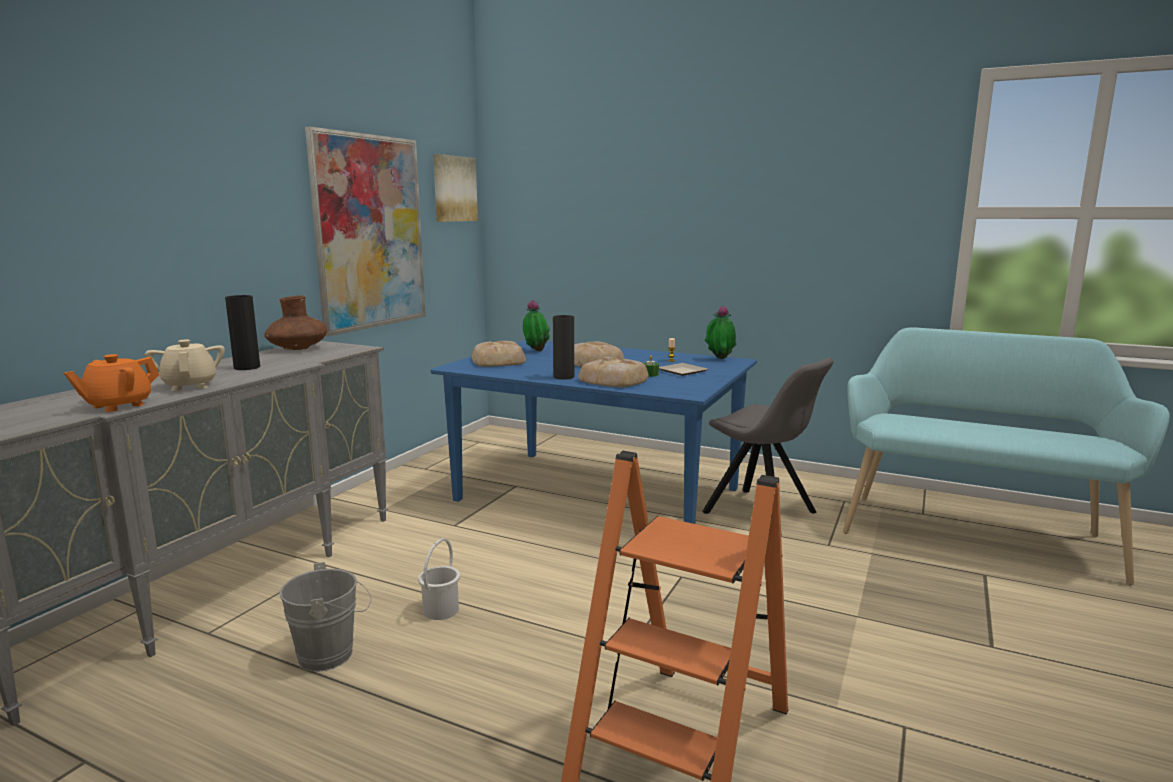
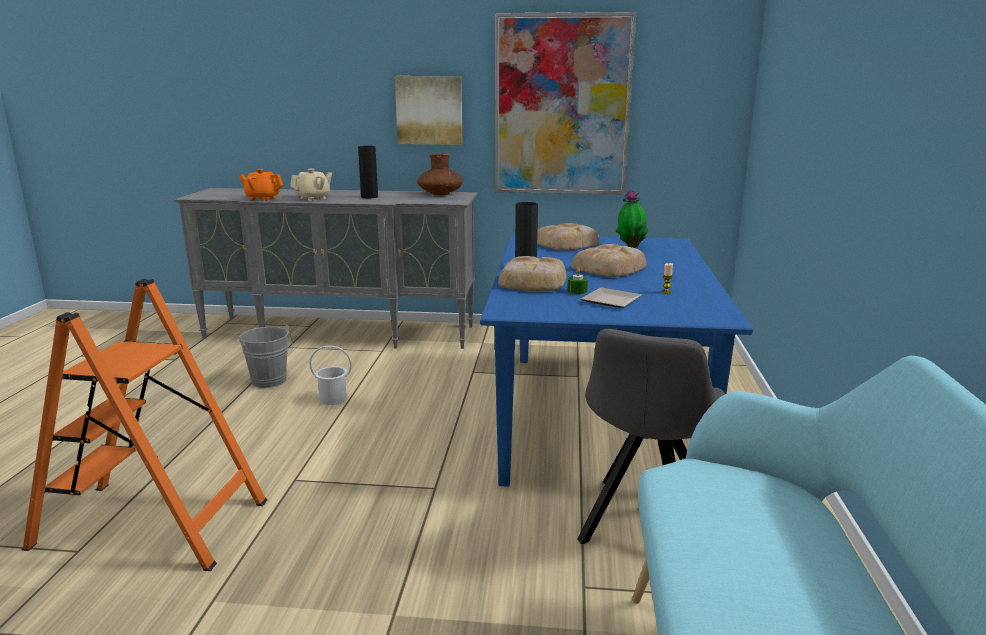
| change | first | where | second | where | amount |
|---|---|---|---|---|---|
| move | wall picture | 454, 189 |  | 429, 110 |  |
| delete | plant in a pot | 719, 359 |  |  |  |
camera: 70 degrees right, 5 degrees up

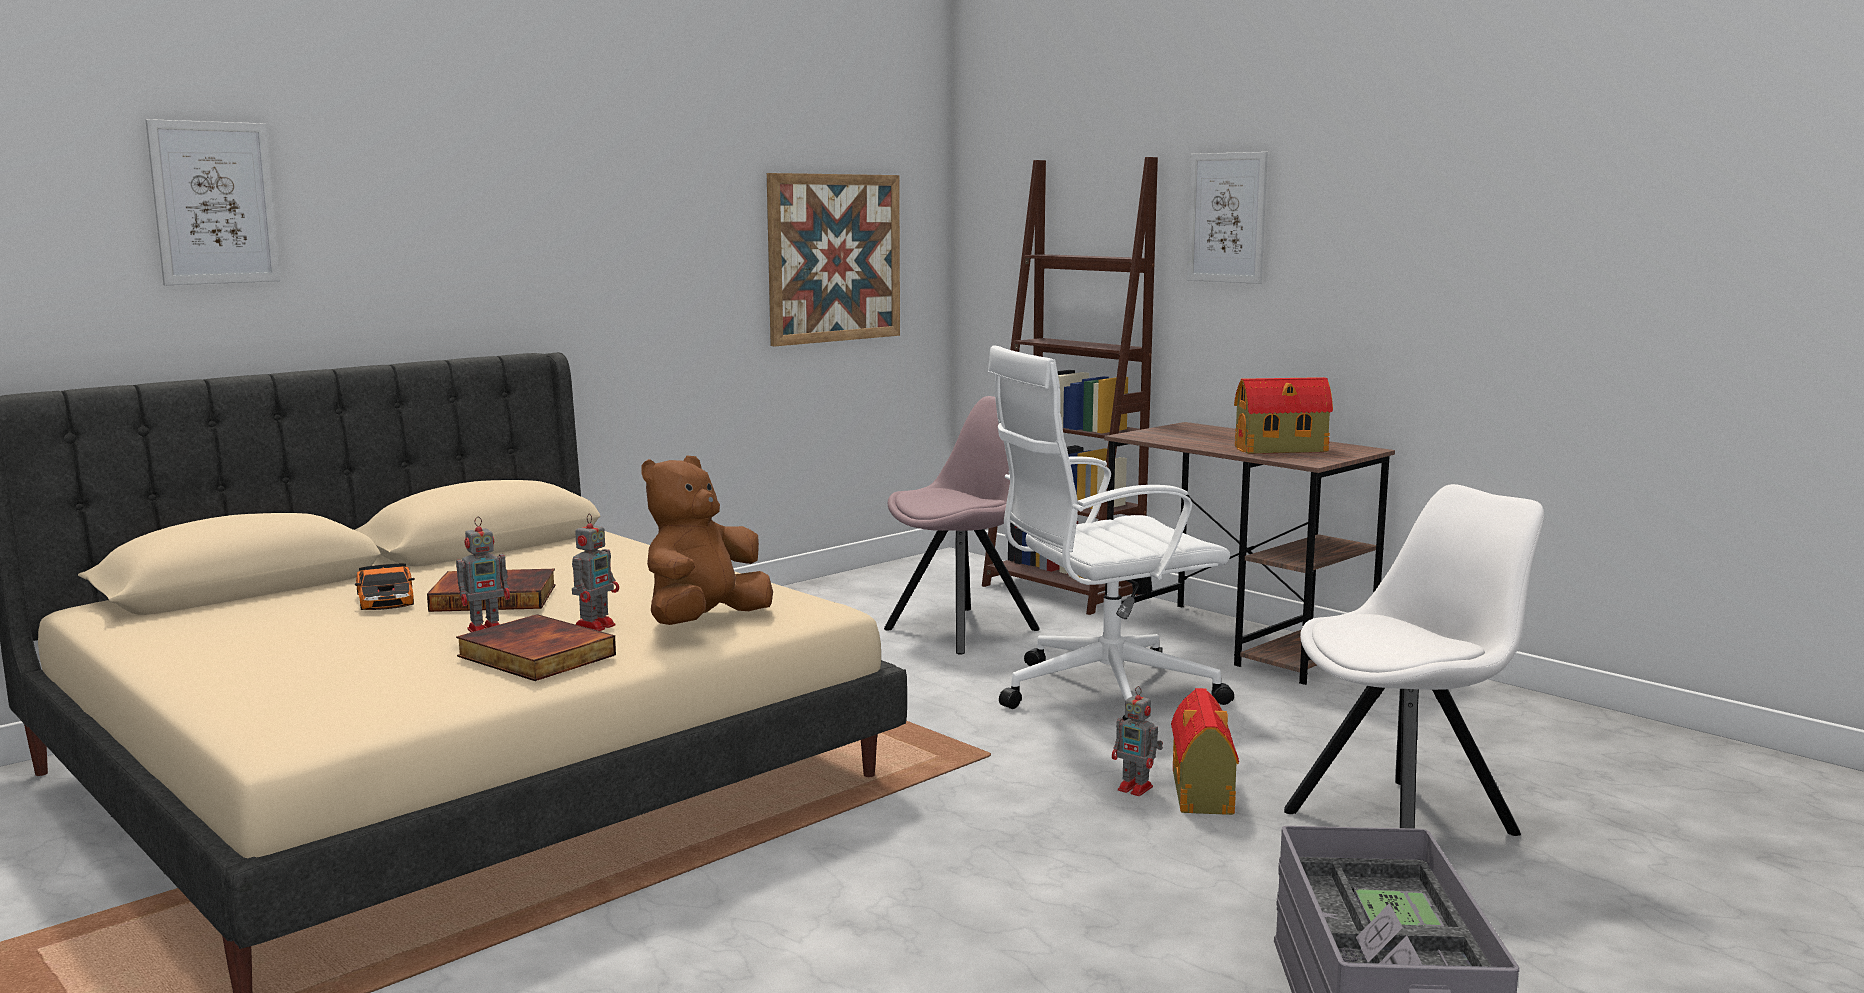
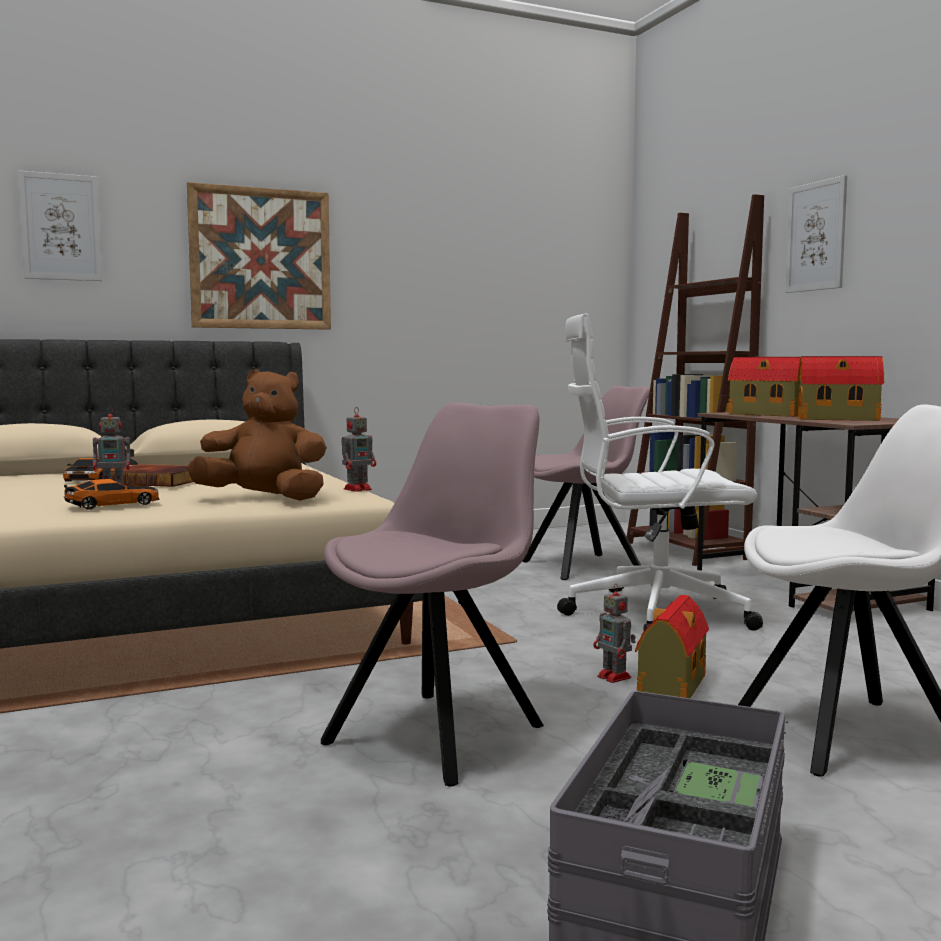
| change | first | where | second | where | amount |
|---|---|---|---|---|---|
| replace | book | 533, 656 | miniature car | 112, 504 |  |
| move | wall picture | 834, 258 |  | 260, 259 |  |
| rotate | brown-coloured soft toy | 704, 622 |  | 264, 499 | 45 degrees clockwise |
| insert |  |  | pinkish plain chair | 437, 734 |  |
| move | model robot | 596, 625 |  | 358, 489 |  |
| insert |  |  | miniature house | 764, 414 |  |
camera: 20 degrees right, 5 degrees down

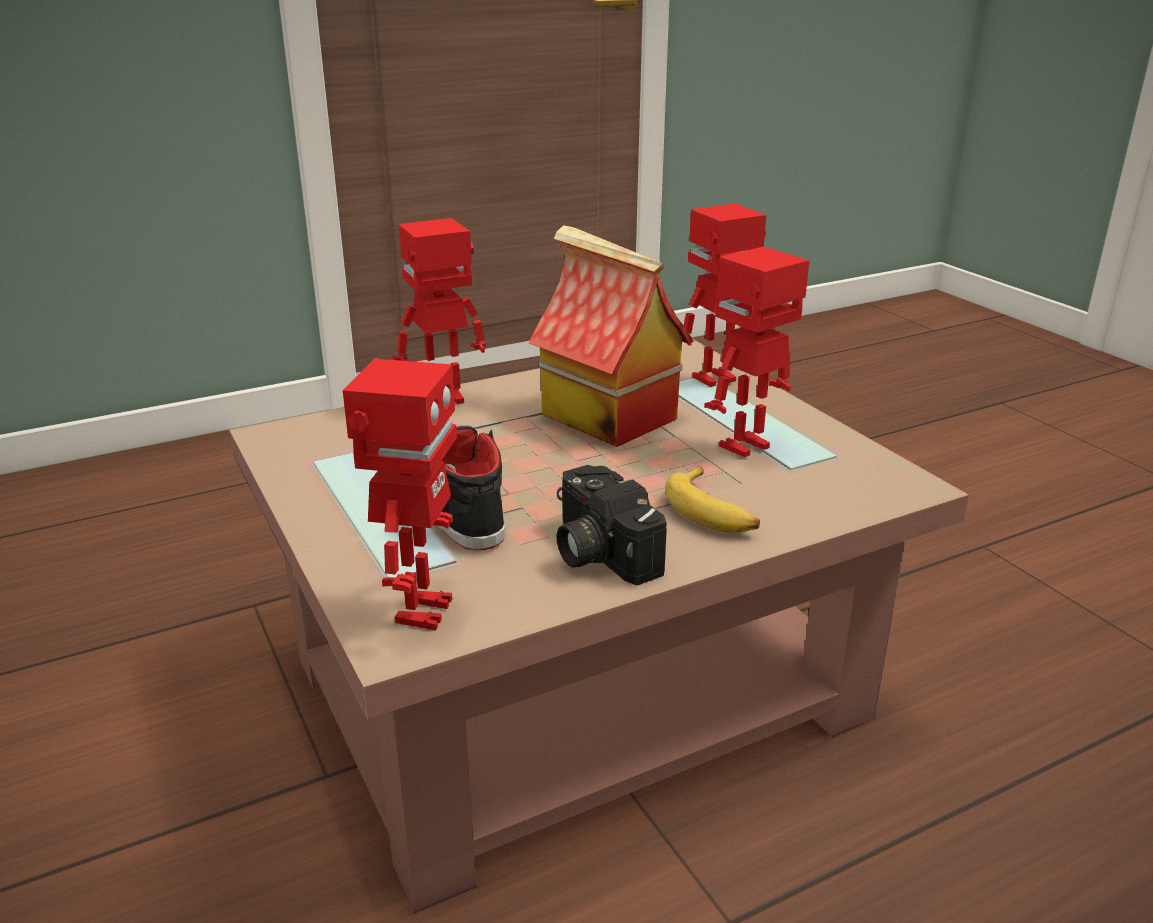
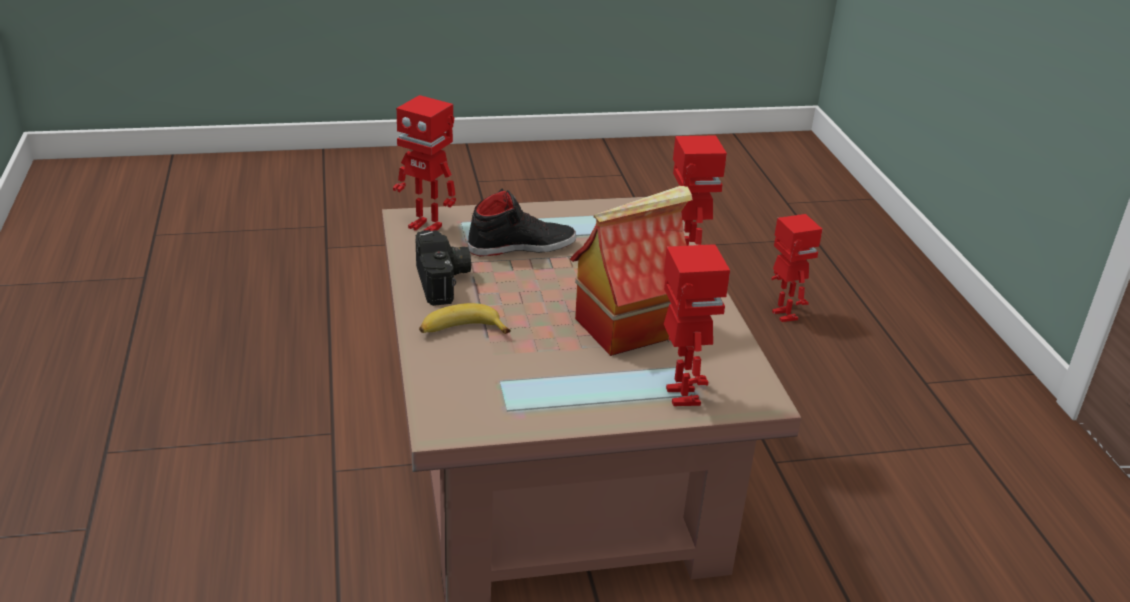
| change | first | where | second | where | amount |
|---|---|---|---|---|---|
| rotate | still camera | 596, 552 |  | 444, 281 | 90 degrees clockwise |
| move | model robot | 747, 447 |  | 783, 315 |  |
camera: 105 degrees right, 5 degrees up

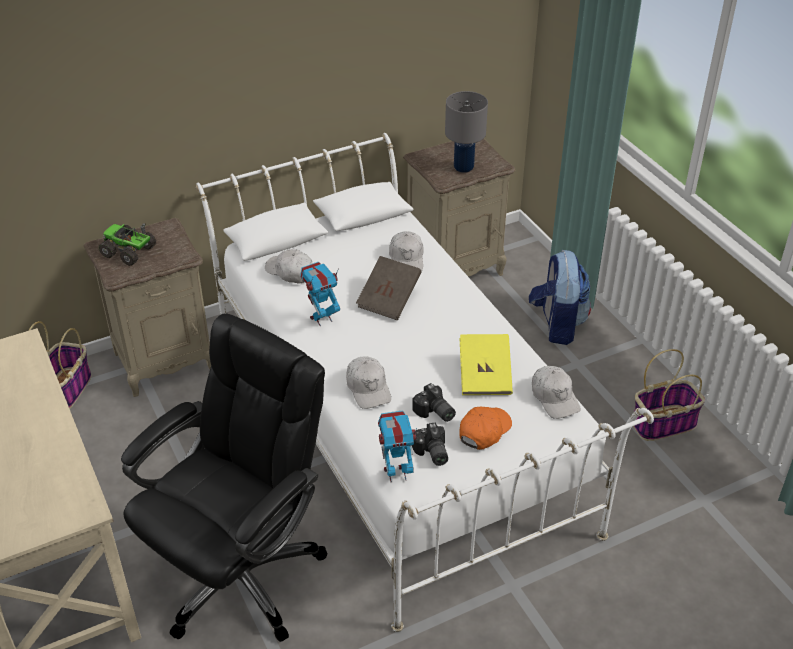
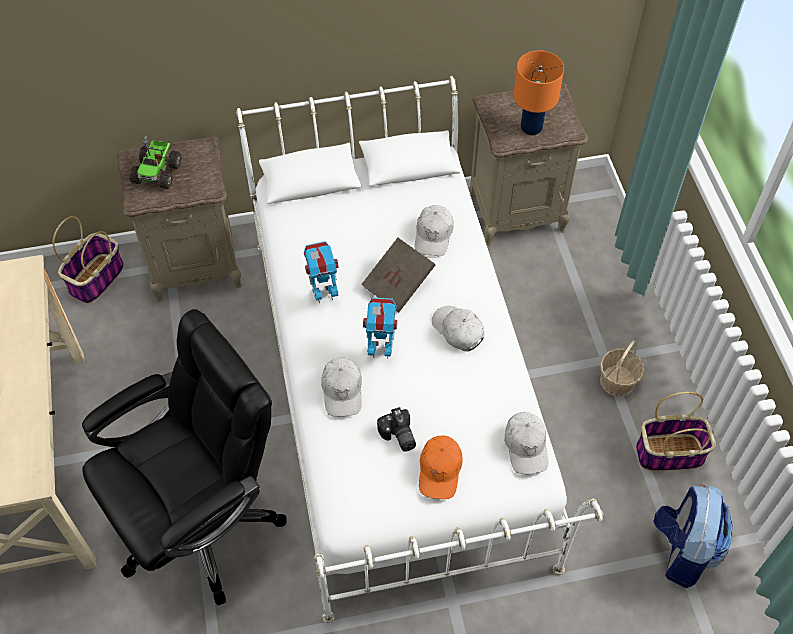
| change | first | where | second | where | amount |
|---|---|---|---|---|---|
| rotate | toy truck | 129, 252 |  | 157, 172 | 120 degrees counterclockwise |
| move | model robot | 396, 473 |  | 381, 349 |  |
| rotate | orange-coloured peaked cap | 484, 431 |  | 440, 470 | 135 degrees clockwise |
| move | white-coloured peaked cap | 290, 272 |  | 458, 330 |  |
| recolor | greyish lamp for a table | 462, 168 | orange-coloured lamp for a table | 530, 128 |  |
| insert |  |  | household basket | 617, 381 |  |
| move | backpack | 557, 325 |  | 682, 550 |  |
| delete | still camera | 431, 453 |  |  |  |
| delete | yellow-coloured book | 485, 376 |  |  |  |
camera: 15 degrees right, 15 degrees up

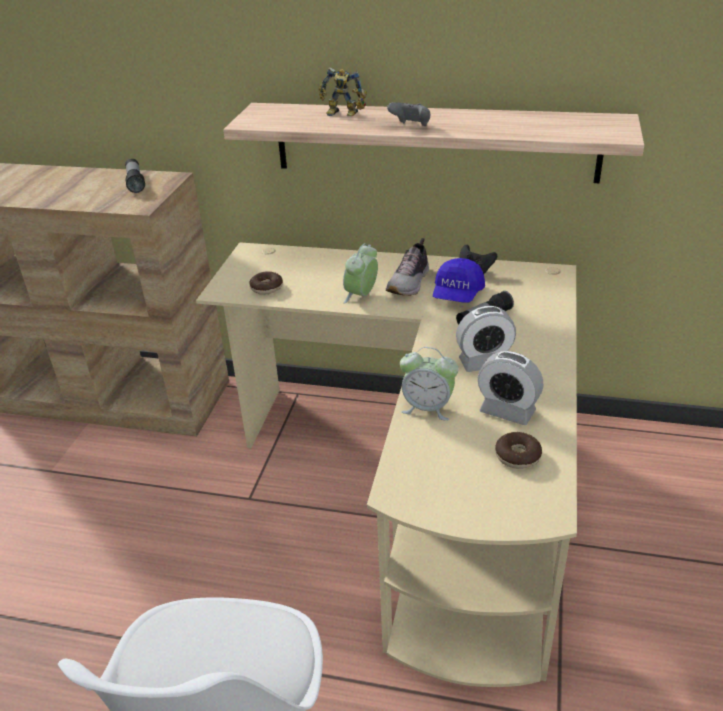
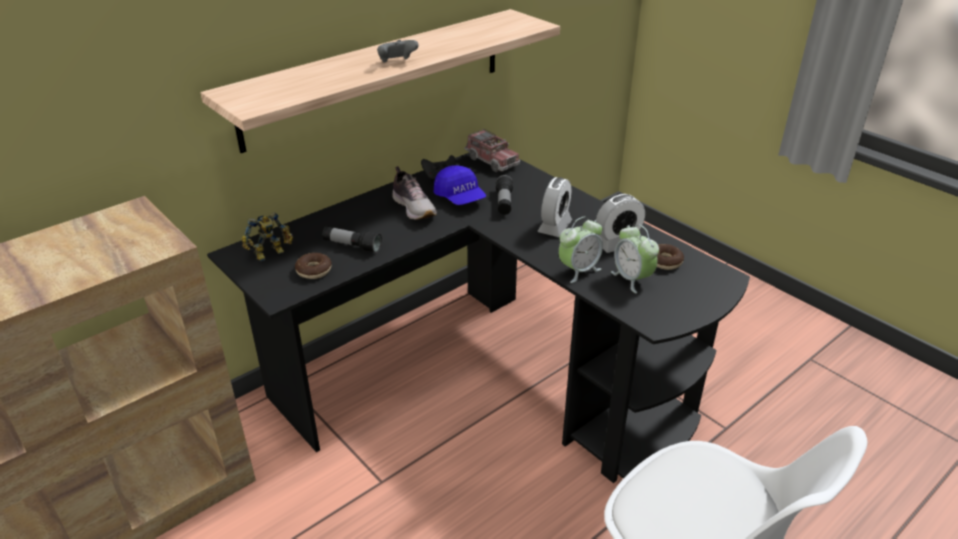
| change | first | where | second | where | amount |
|---|---|---|---|---|---|
| recolor | beige desk | 424, 487 | black-coloured desk | 484, 375 |  |
| move | model robot | 342, 114 |  | 271, 254 |  |
| move | torch | 135, 182 |  | 352, 246 |  |
| insert |  |  | toy truck | 492, 161 |  |
| move | table clock | 361, 296 |  | 632, 279 |  |
camera: 55 degrees left, 0 degrees up

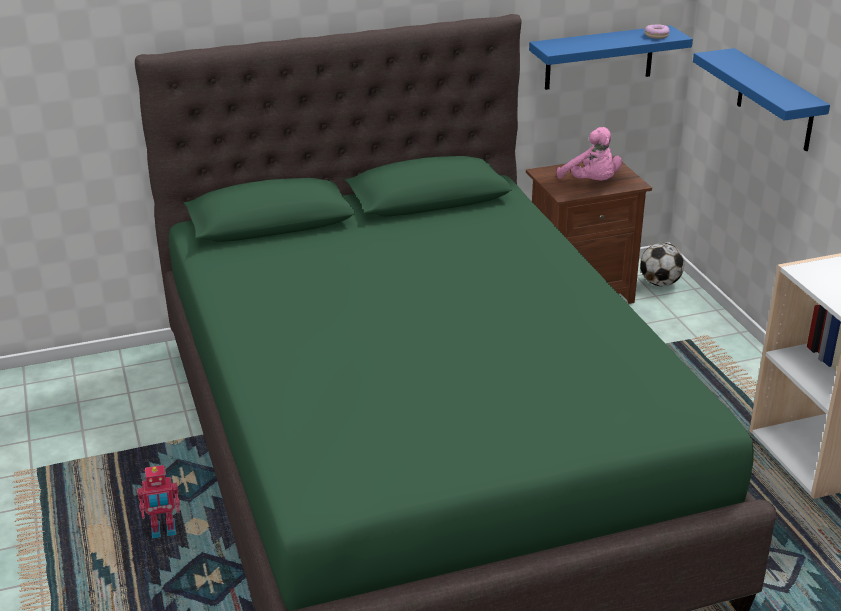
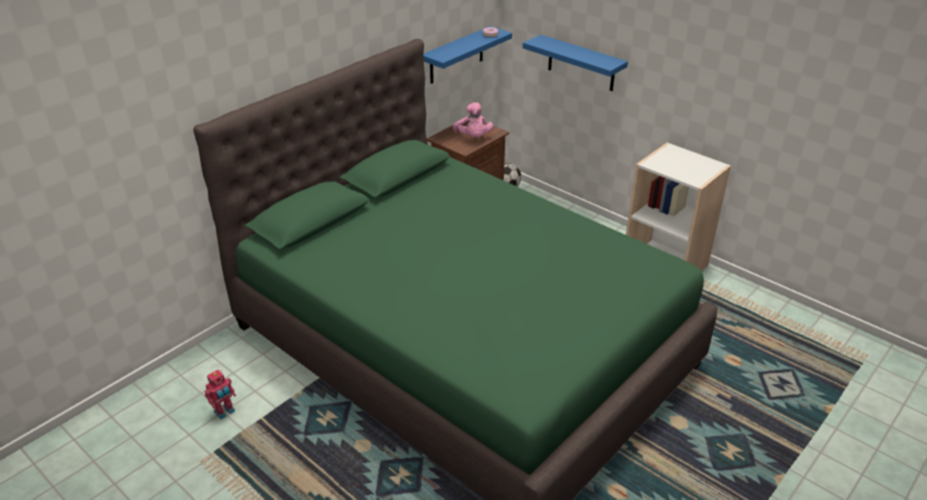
| change | first | where | second | where | amount |
|---|---|---|---|---|---|
| move | model robot | 163, 531 |  | 225, 412 |  |
| rotate | pinkish soft toy | 591, 183 |  | 473, 137 | 45 degrees clockwise |
camera: 30 degrees left, 5 degrees up

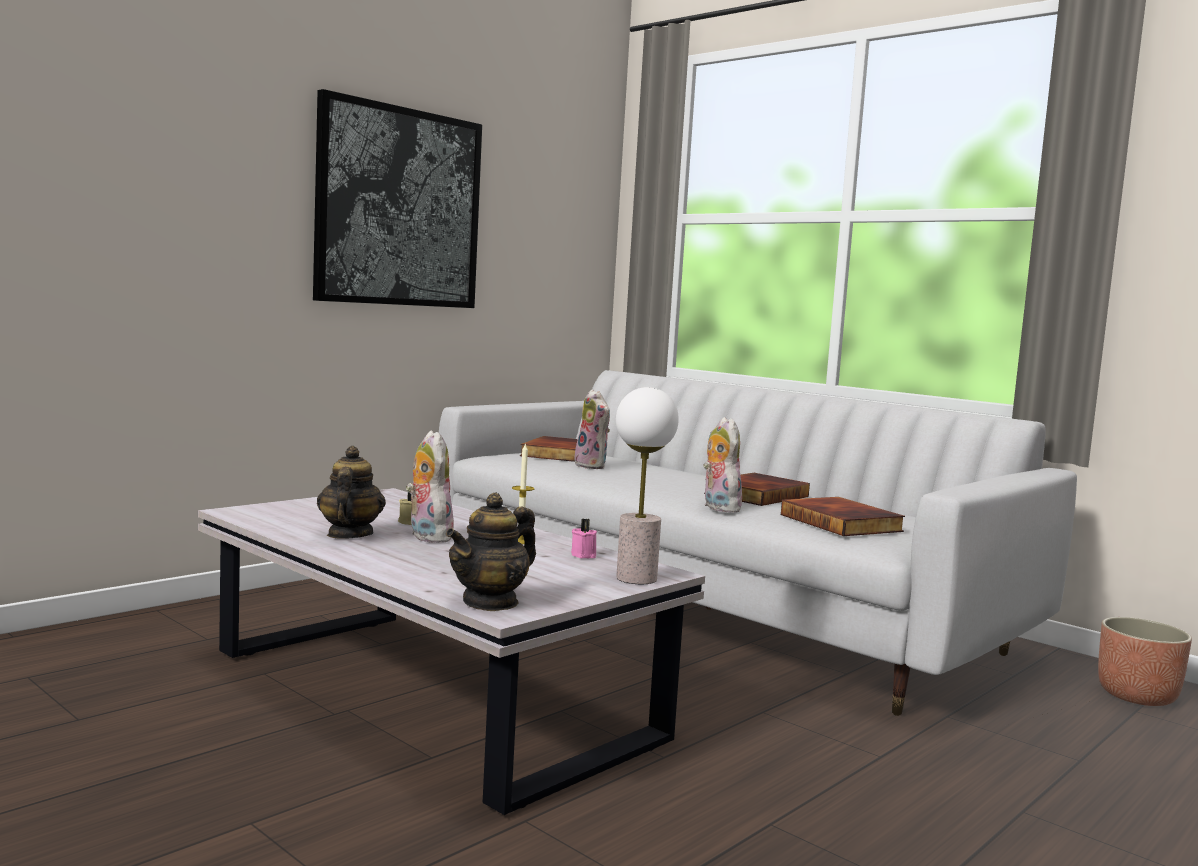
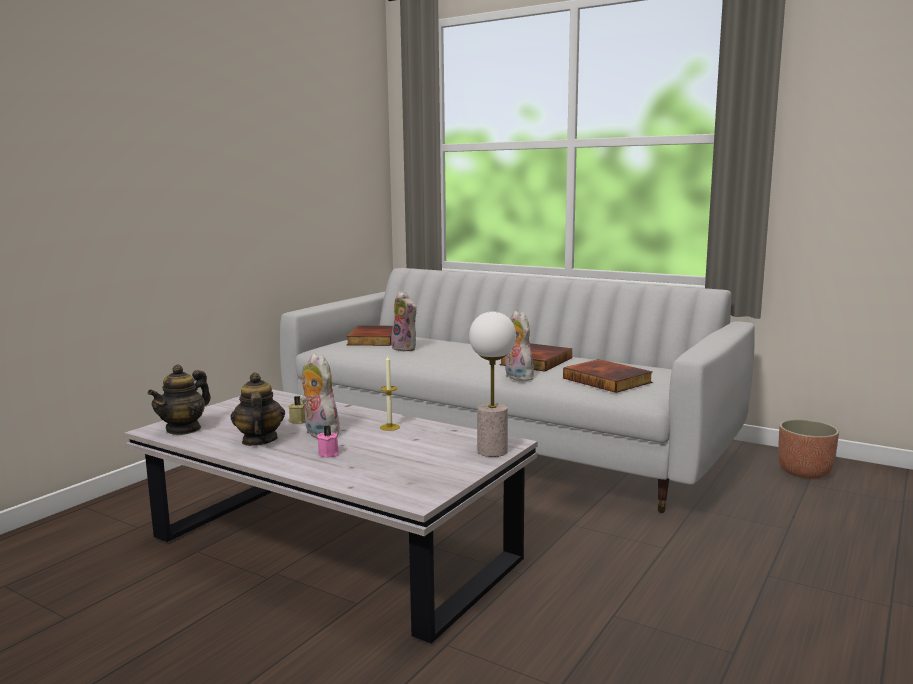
| change | first | where | second | where | amount |
|---|---|---|---|---|---|
| move | tea pot | 491, 602 |  | 183, 429 |  |
| move | pinkish candle | 584, 555 |  | 329, 453 |  |
| delete | wall picture | 399, 207 |  |  |  |
camera: 10 degrees left, 5 degrees up

